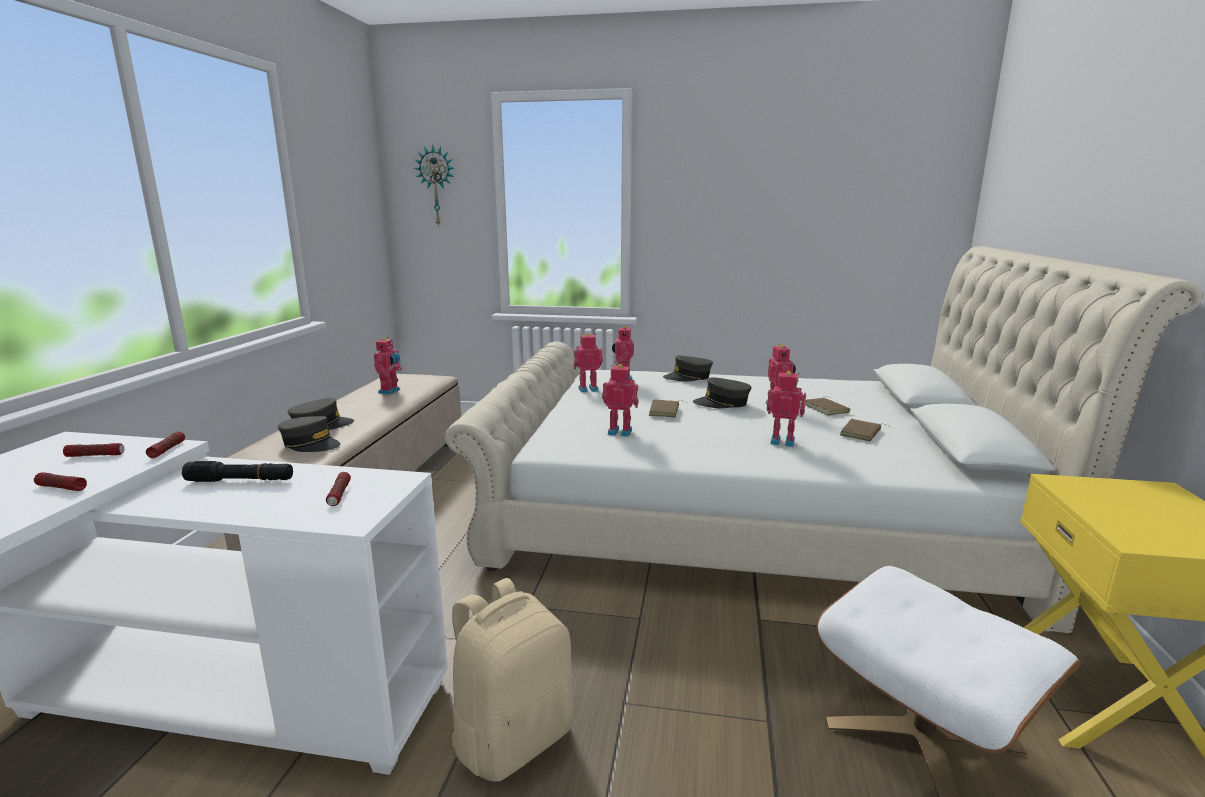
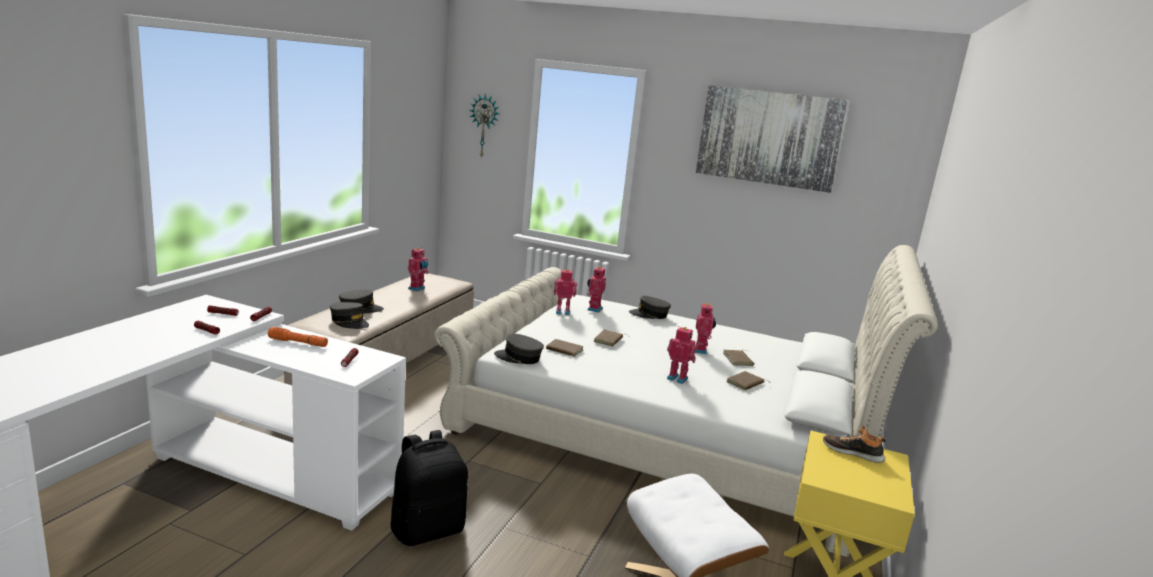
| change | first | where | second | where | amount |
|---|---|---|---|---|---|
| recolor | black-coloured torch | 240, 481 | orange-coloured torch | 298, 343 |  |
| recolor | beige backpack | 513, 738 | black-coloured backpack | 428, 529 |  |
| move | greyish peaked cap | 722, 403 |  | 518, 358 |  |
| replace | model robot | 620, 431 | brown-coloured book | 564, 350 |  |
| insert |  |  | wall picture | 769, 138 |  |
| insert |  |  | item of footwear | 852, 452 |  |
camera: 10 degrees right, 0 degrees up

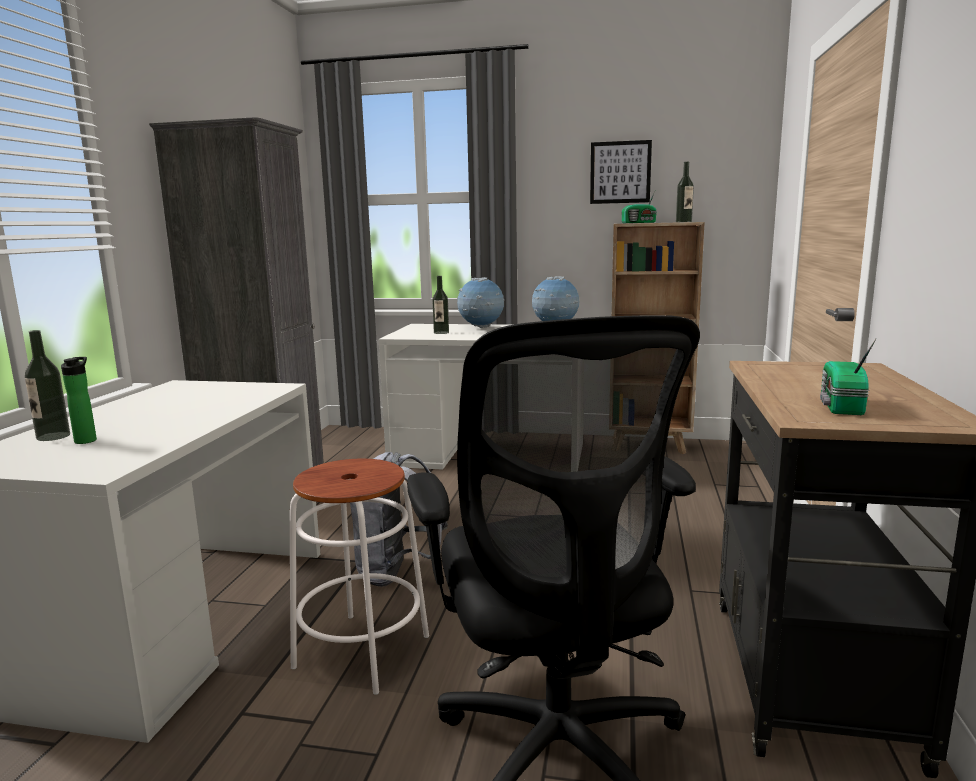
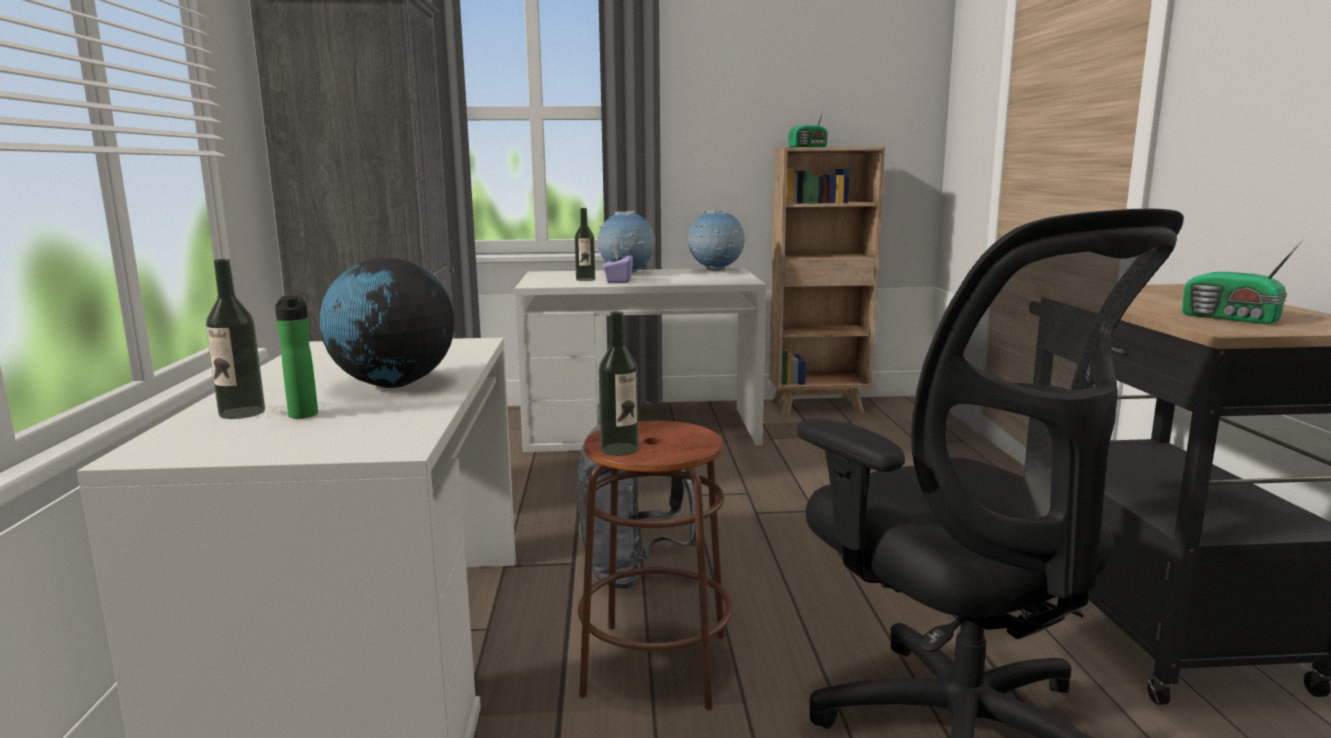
| change | first | where | second | where | amount |
|---|---|---|---|---|---|
| insert |  |  | desk globe | 393, 384 |  |
| recolor | white-coloured sitting stool | 362, 651 | brown-coloured sitting stool | 656, 664 |  |
| move | drink bottle | 683, 222 |  | 619, 449 |  |
| insert |  |  | purple tissue holder | 618, 281 |  |
| rotate | radio set | 839, 406 |  | 1232, 318 | 45 degrees counterclockwise |
| delete | wall picture | 620, 172 |  |  |  |
camera: 15 degrees left, 0 degrees up

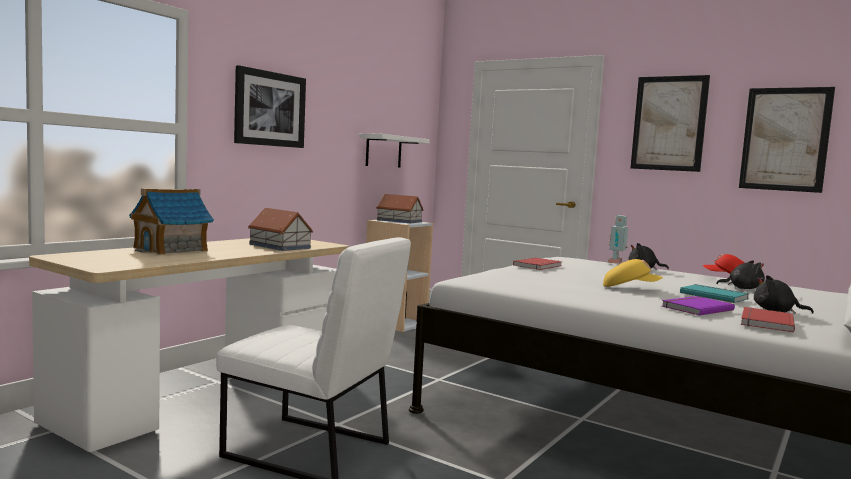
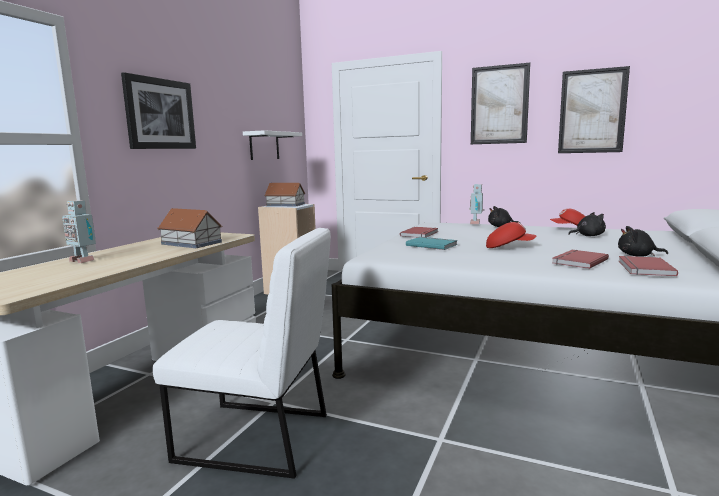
| change | first | where | second | where | amount |
|---|---|---|---|---|---|
| replace | miniature house | 171, 249 | model robot | 83, 260 |  |
| move | turquoise-coloured book | 714, 296 |  | 432, 245 |  |
| recolor | yellow-coloured peaked cap | 630, 288 | reddish peaked cap | 509, 247 |  |
| recolor | purple book | 695, 308 | reddish book | 578, 261 |  |
camera: 10 degrees left, 5 degrees up

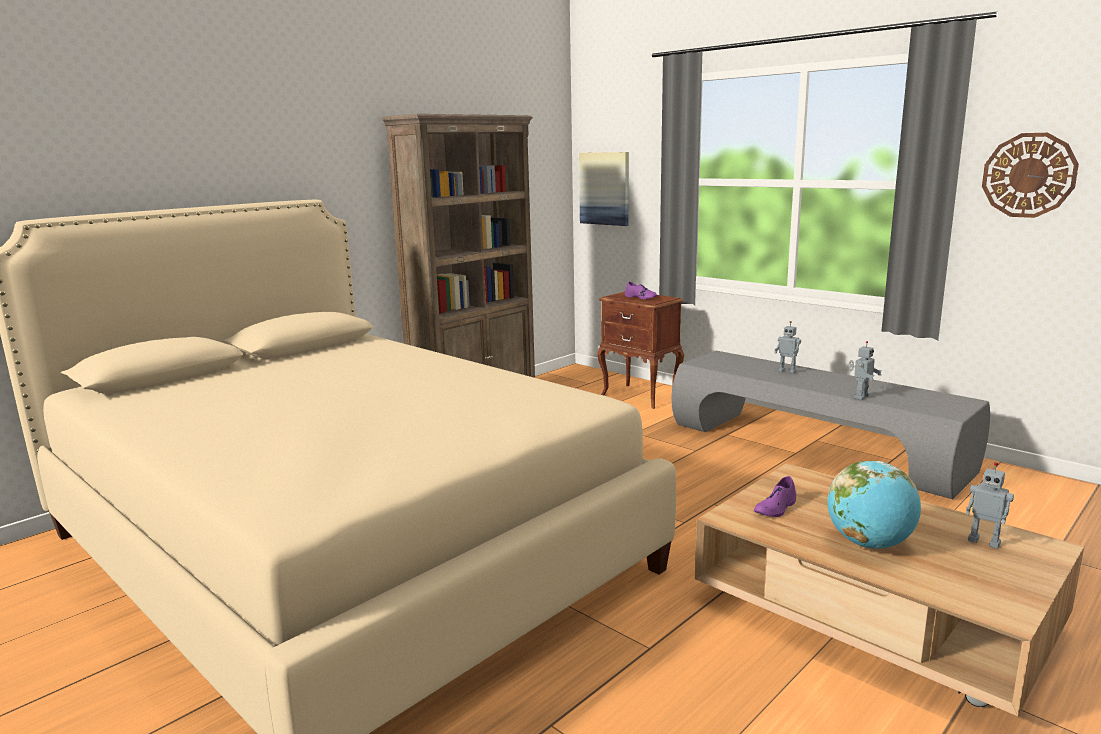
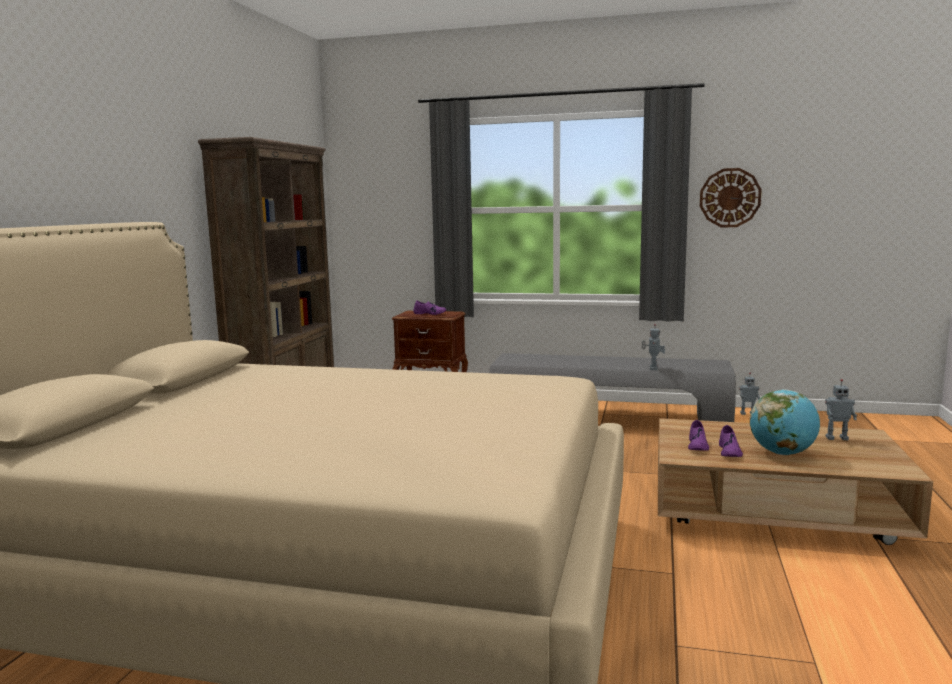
| change | first | where | second | where | amount |
|---|---|---|---|---|---|
| insert |  |  | purple item of footwear | 729, 451 |  |
| move | model robot | 787, 371 |  | 747, 413 |  |
| delete | wall picture | 605, 188 |  |  |  |
camera: 30 degrees left, 5 degrees down

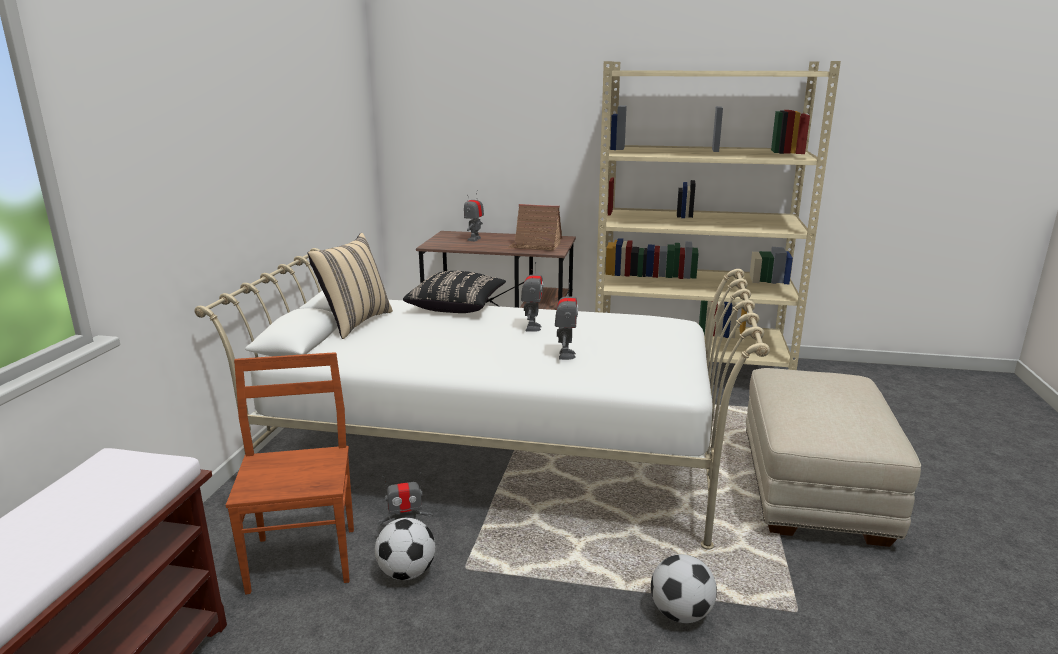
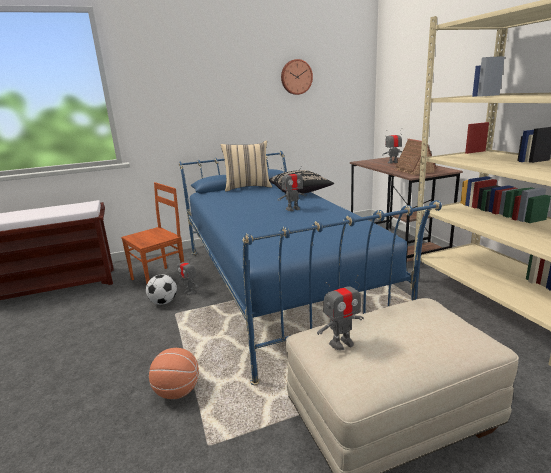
| change | first | where | second | where | amount |
|---|---|---|---|---|---|
| replace | ball for football | 681, 614 | basketball ball | 177, 392 |  |
| recolor | white-coloured bedroom bed | 495, 460 | blue bedroom bed | 277, 286 |  |
| insert |  |  | wall clock | 296, 77 |  |
| move | model robot | 565, 355 |  | 341, 343 |  |
camera: 60 degrees right, 0 degrees up

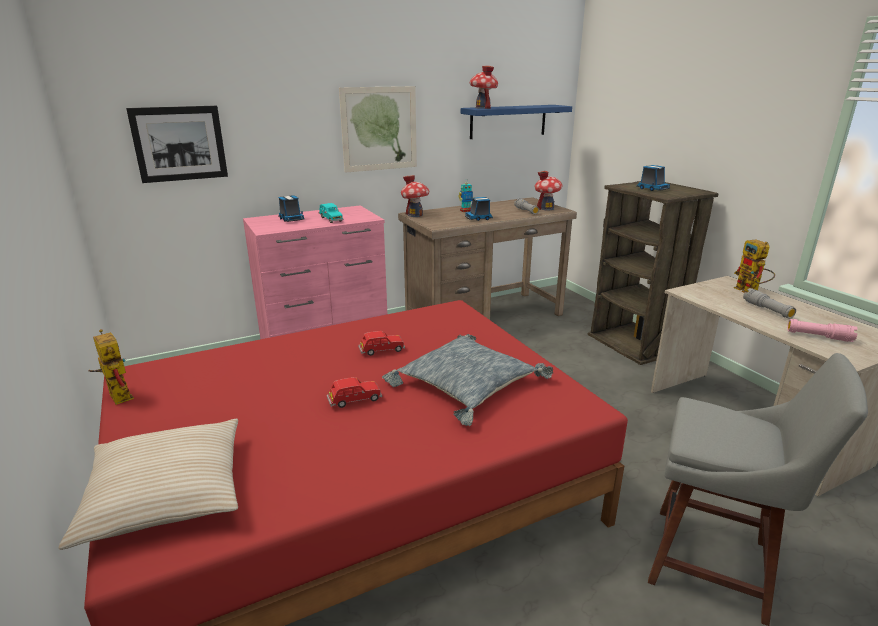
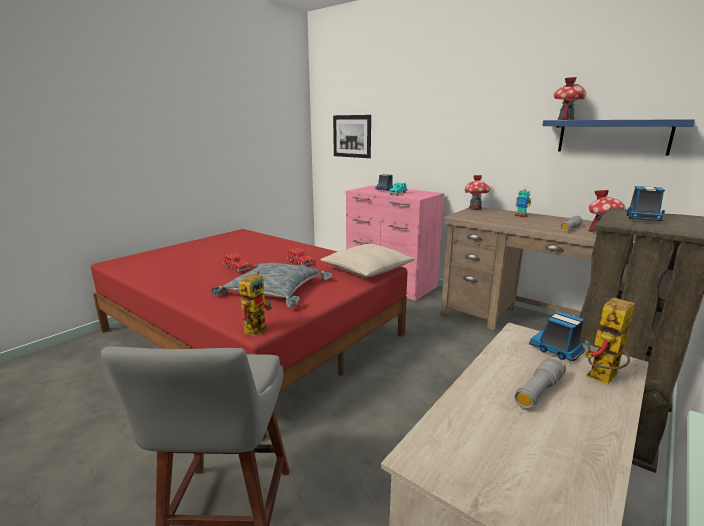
| change | first | where | second | where | amount |
|---|---|---|---|---|---|
| move | model robot | 116, 395 |  | 257, 327 |  |
| move | beige cushion | 166, 493 |  | 367, 269 |  |
| move | toy truck | 479, 218 |  | 556, 350 |  |
| delete | wall picture | 379, 129 |  |  |  |
| delete | pinkish torch | 818, 336 |  |  |  |
camera: 65 degrees right, 5 degrees down

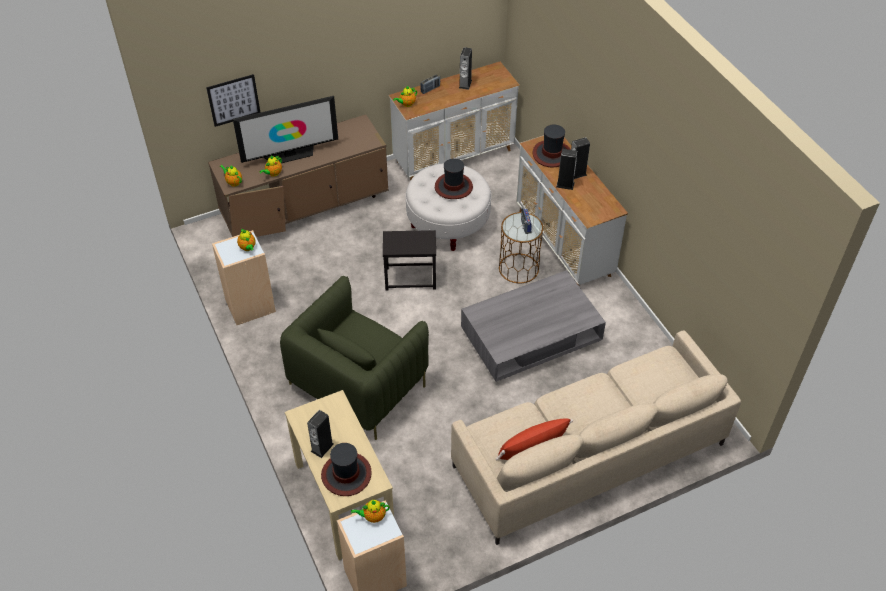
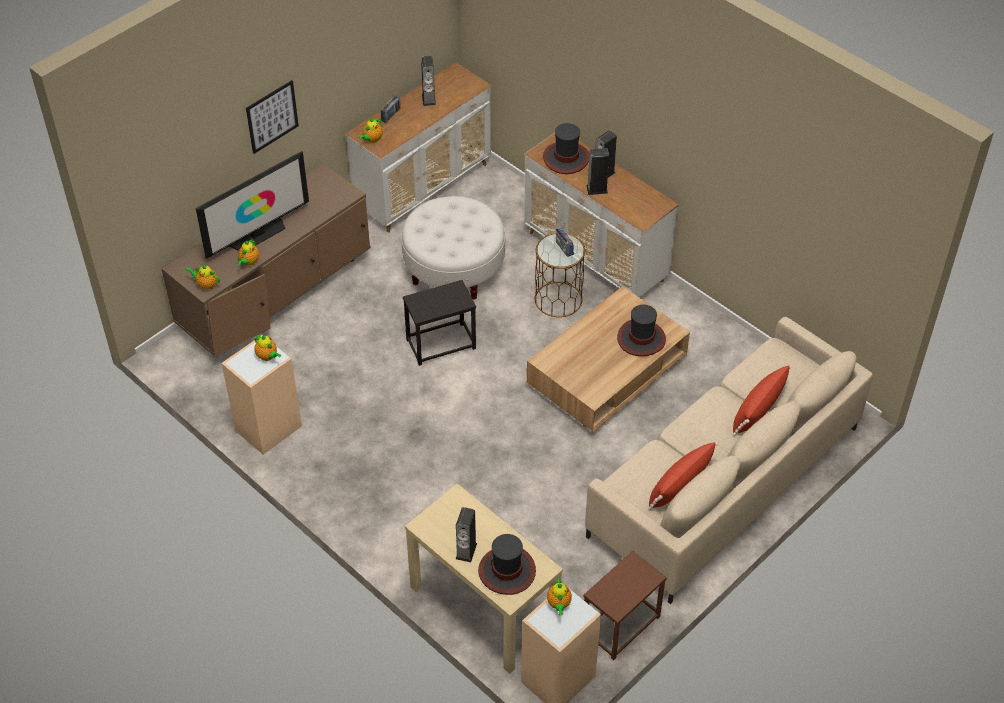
| change | first | where | second | where | amount |
|---|---|---|---|---|---|
| move | wall picture | 233, 100 |  | 272, 116 |  |
| recolor | greyish coffee table | 530, 338 | brown-coloured coffee table | 607, 373 |  |
| rotate | tea pot | 373, 516 |  | 559, 604 | 60 degrees counterclockwise |
| insert |  |  | brown-coloured side table | 621, 626 |  |
| move | wearable hat | 453, 187 |  | 641, 339 |  |
| insert |  |  | reddish cushion | 758, 410 |  |
| delete | greenish lounge chair | 358, 383 |  |  |  |
camera: 20 degrees left, 0 degrees up

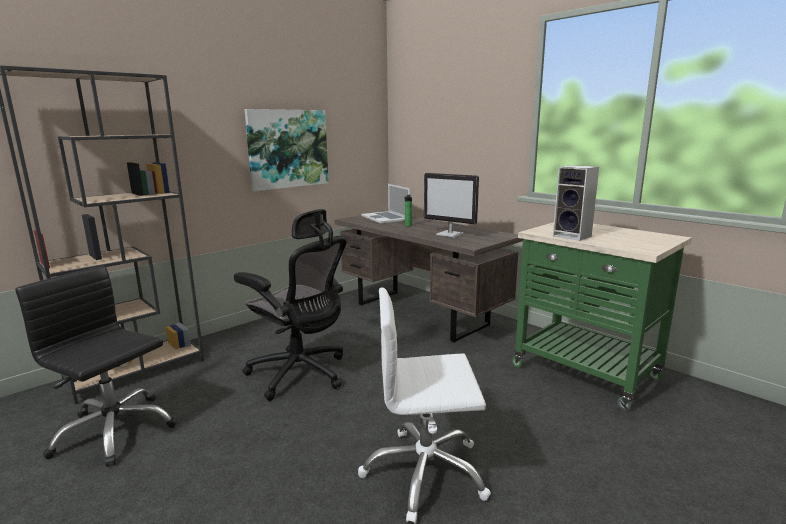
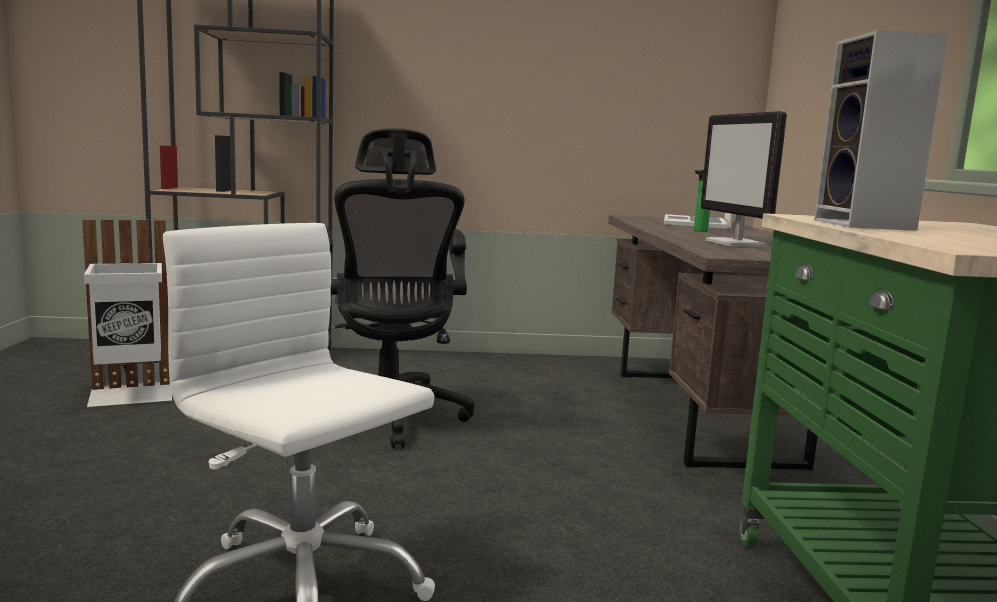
| change | first | where | second | where | amount |
|---|---|---|---|---|---|
| replace | black-coloured office chair | 114, 431 | white-coloured trash can | 132, 395 |  |
| delete | wall picture | 288, 149 |  |  |  |
camera: 40 degrees right, 5 degrees down

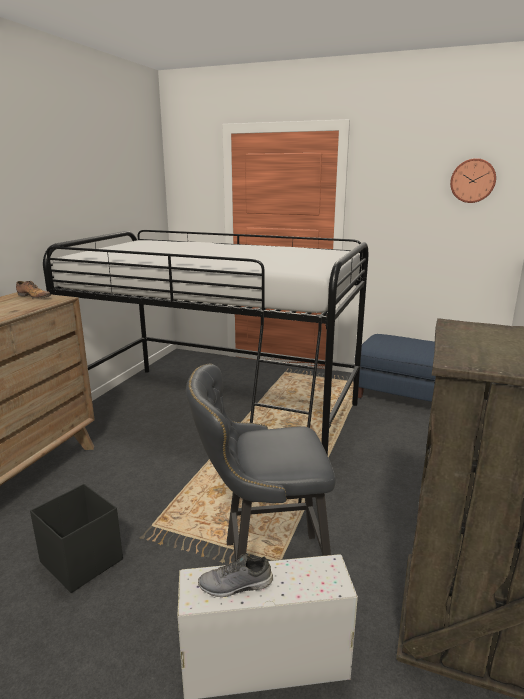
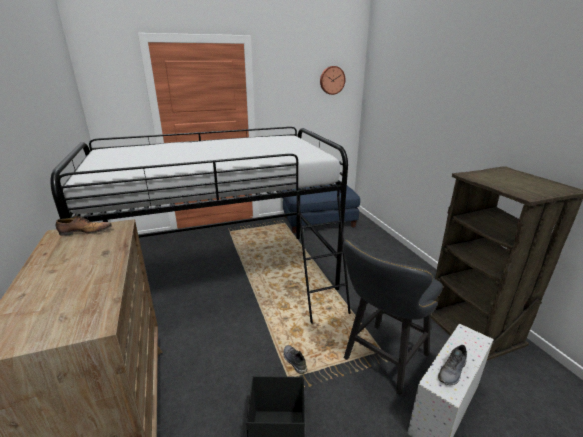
| change | first | where | second | where | amount |
|---|---|---|---|---|---|
| insert |  |  | greyish item of footwear | 294, 361 |  |
camera: 40 degrees left, 5 degrees up

